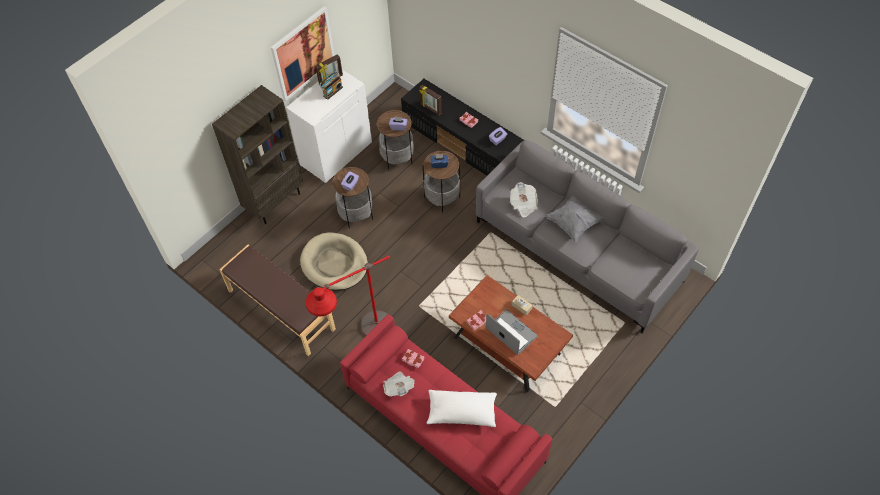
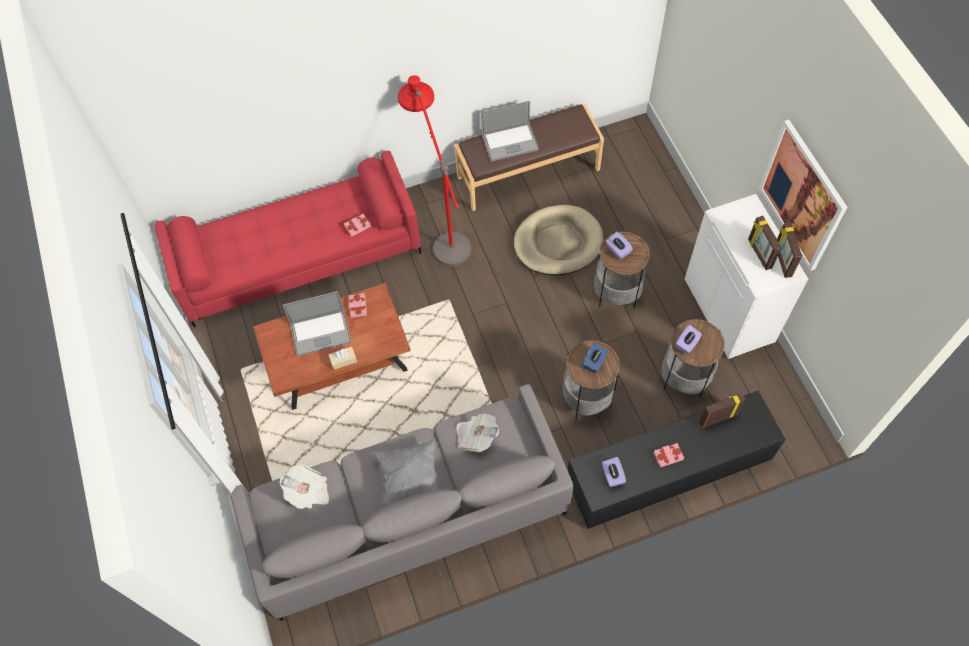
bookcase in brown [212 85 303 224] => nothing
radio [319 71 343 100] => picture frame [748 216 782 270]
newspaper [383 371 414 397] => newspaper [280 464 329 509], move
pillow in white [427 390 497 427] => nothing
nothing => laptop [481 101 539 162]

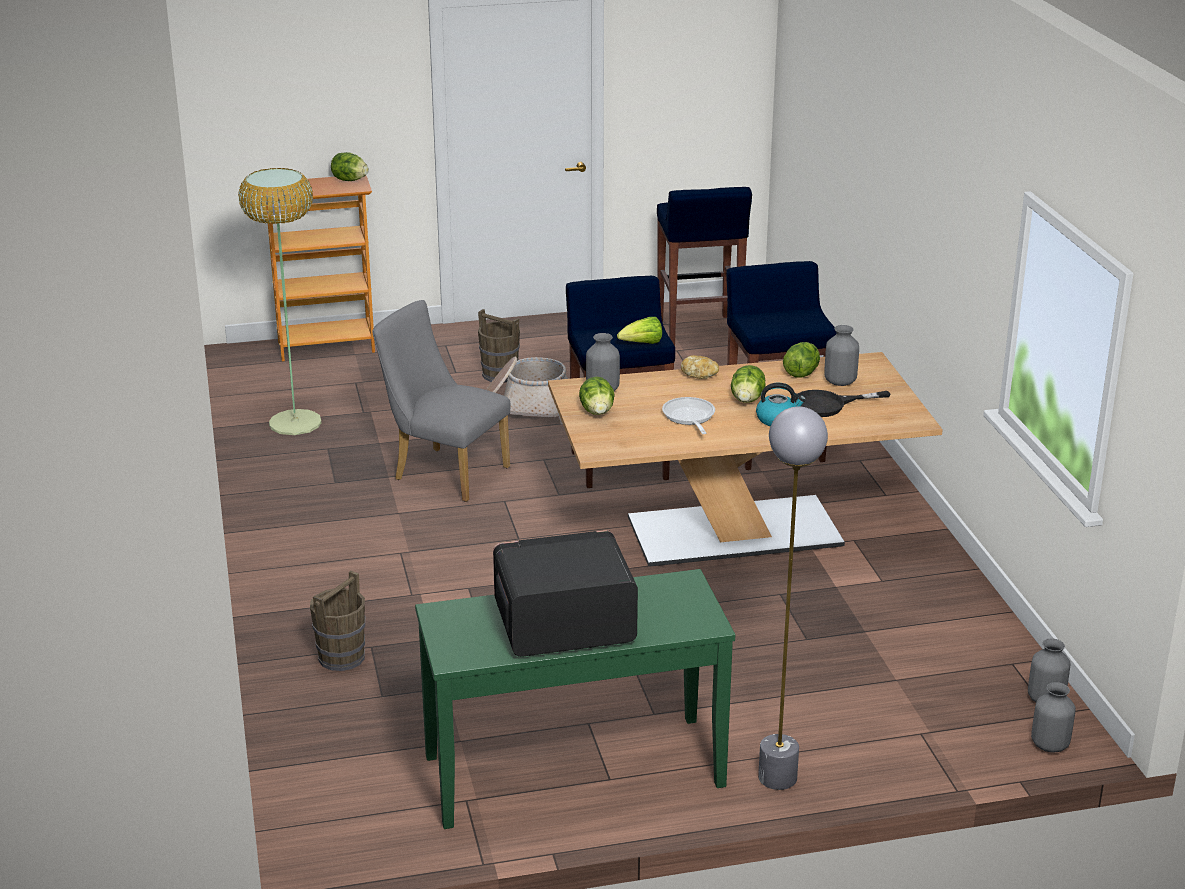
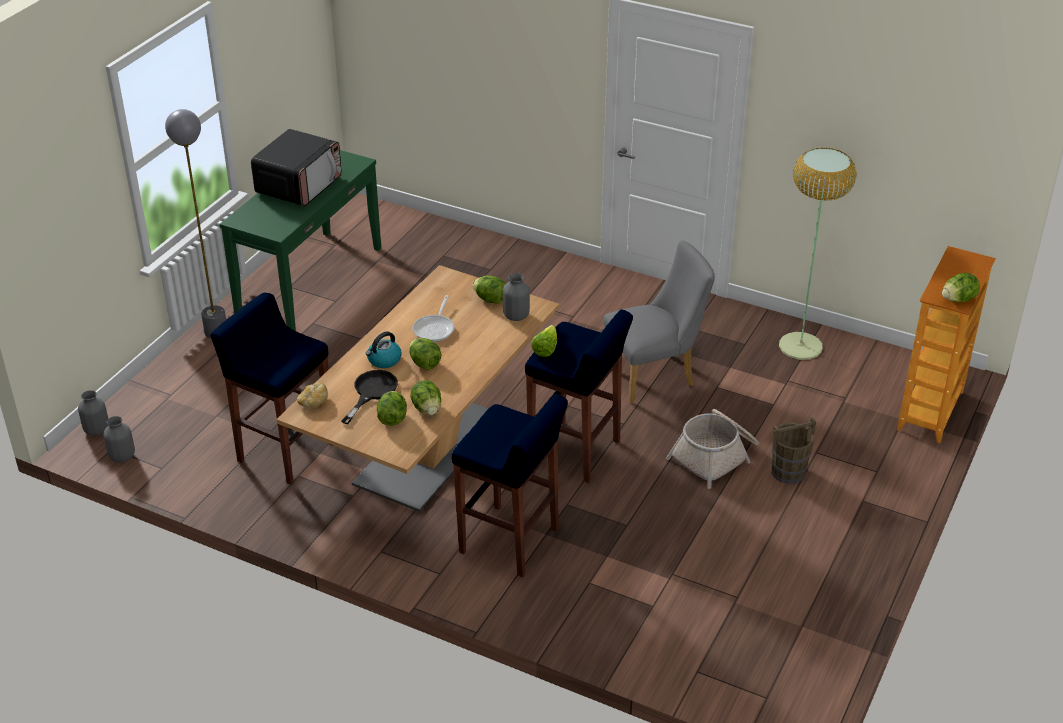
bucket in brown [310 570 365 671] => nothing
stool in blue [657 187 752 346] => stool in blue [210 293 331 485], move
frying pan [662 397 715 434] => frying pan [412 295 454 342], 75 degrees clockwise
bread [681 355 719 379] => bread [297 382 328 408], move
vase in grey [824 325 859 386] => lettuce [377 391 407 426]

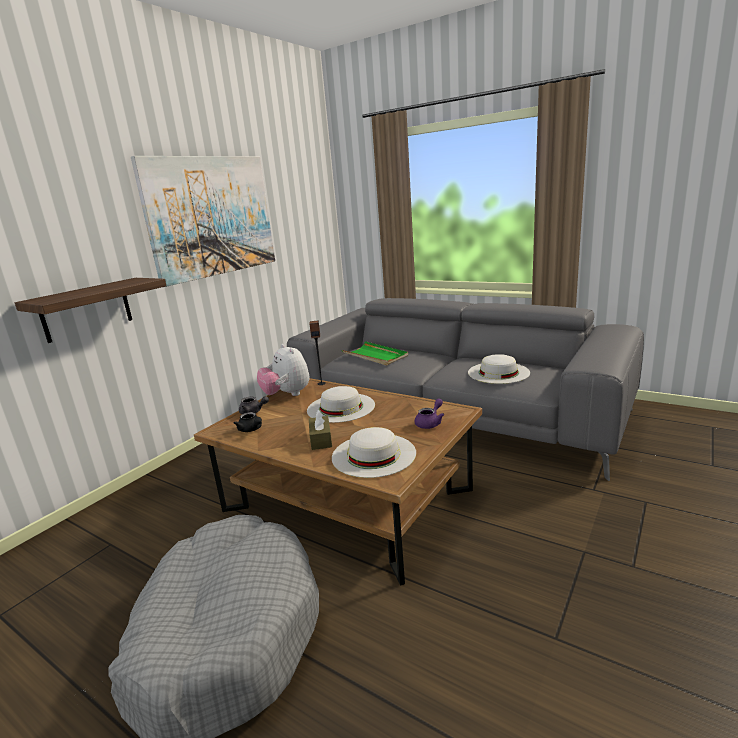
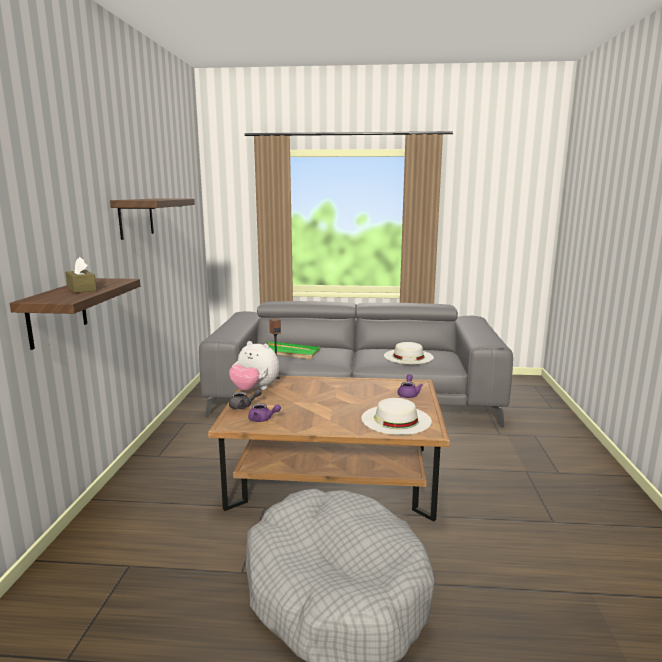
picture [131 156 275 287] => shelf [110 199 195 240]
teapot in black [234 412 262 432] => teapot in purple [248 403 281 422]
hat in white [307 386 375 423] => nothing
tissue box in brown [309 410 332 450] => tissue box in brown [65 257 97 293], move

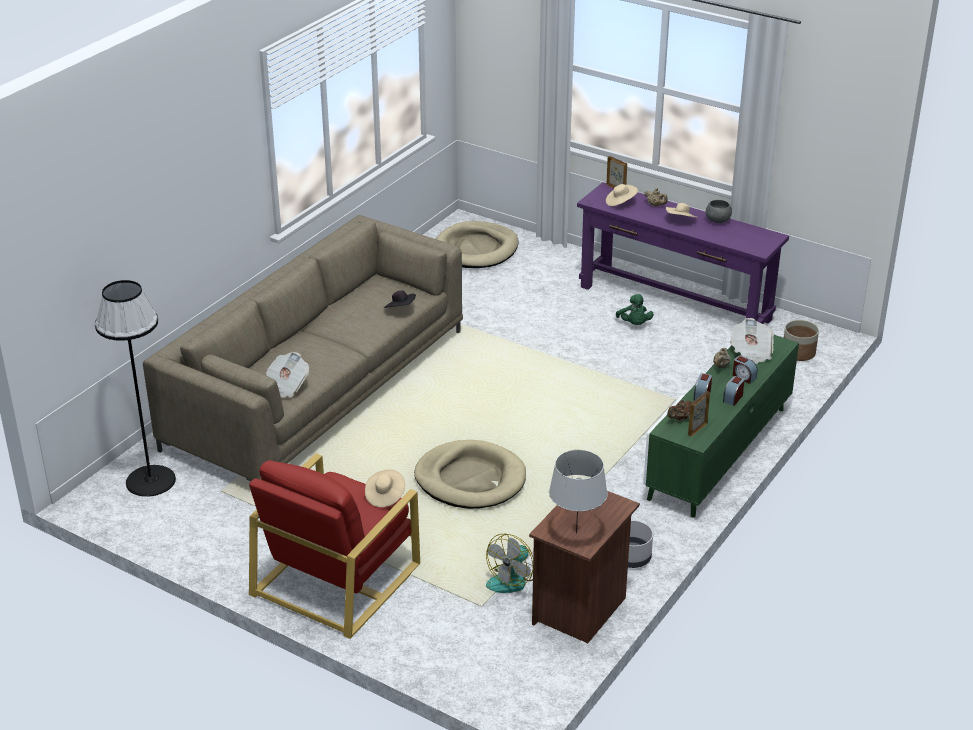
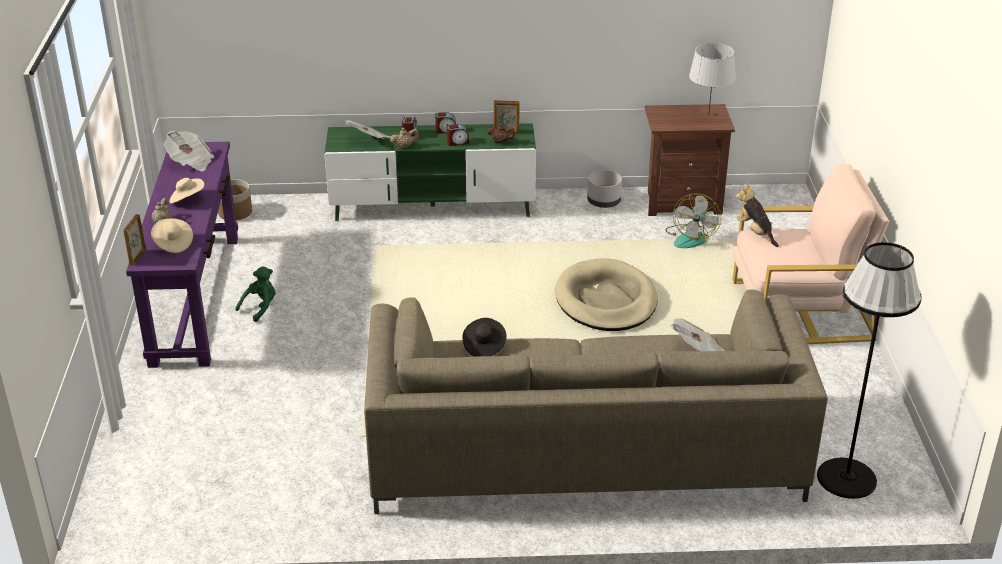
armchair in red [249 453 420 639] => armchair in beige [732 164 889 344]
hat in beige [365 469 405 507] => plush toy [736 183 779 247]
dog bed in beige [436 221 519 268] => nothing
fan [486 534 533 593] => fan [666 193 721 248], 105 degrees clockwise
bowl in grey [706 200 732 223] => nothing
nothing => newspaper [163 131 214 171]

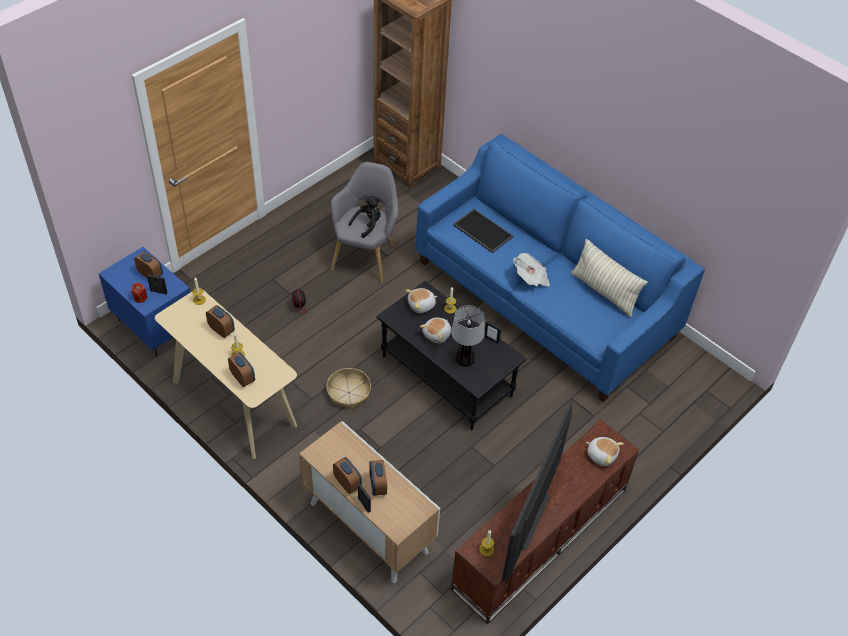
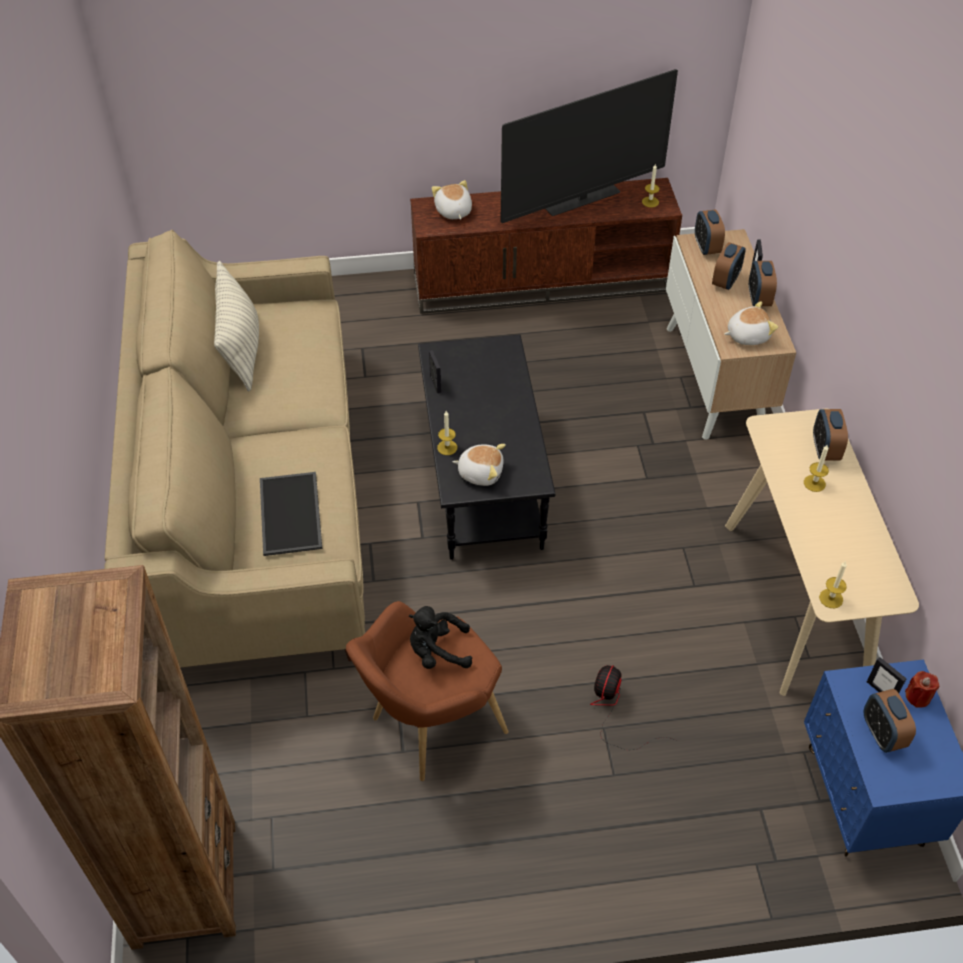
alarm clock [206 305 235 338] => alarm clock [695 210 725 255], move
basket [326 368 371 409] => nothing
armchair in grey [331 162 399 283] => armchair in brown [346 601 508 781]
sofa in blue [415 134 705 402] => sofa in beige [104 230 365 667]
plush toy [420 318 451 343] => plush toy [724 301 778 345], move
table lamp [451 305 485 367] => nothing
newspaper [513 253 550 287] => nothing

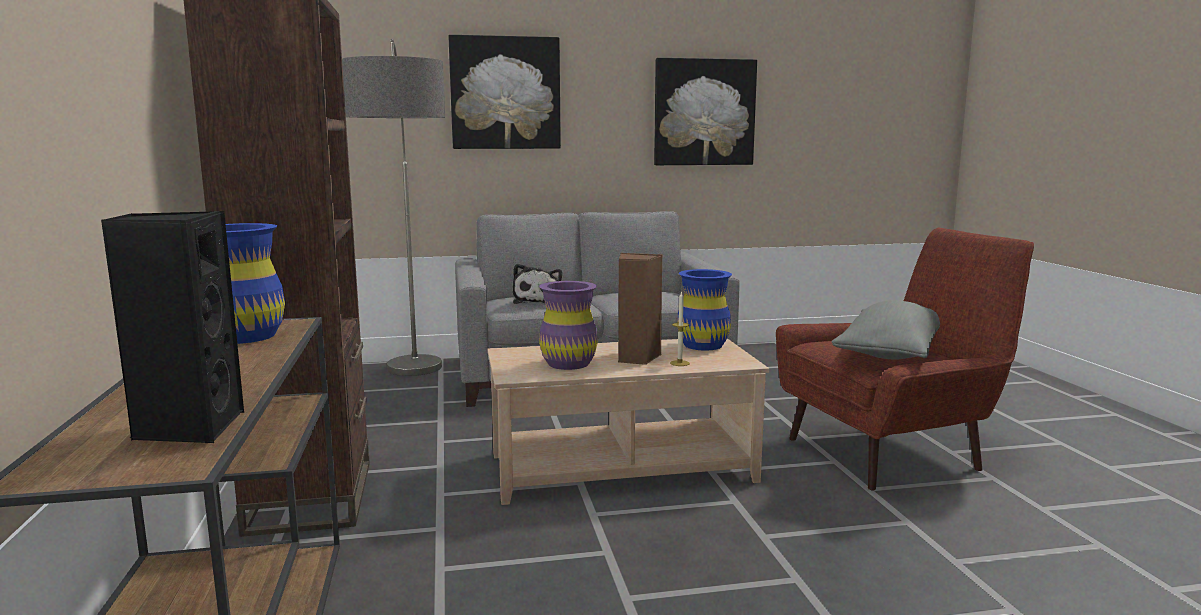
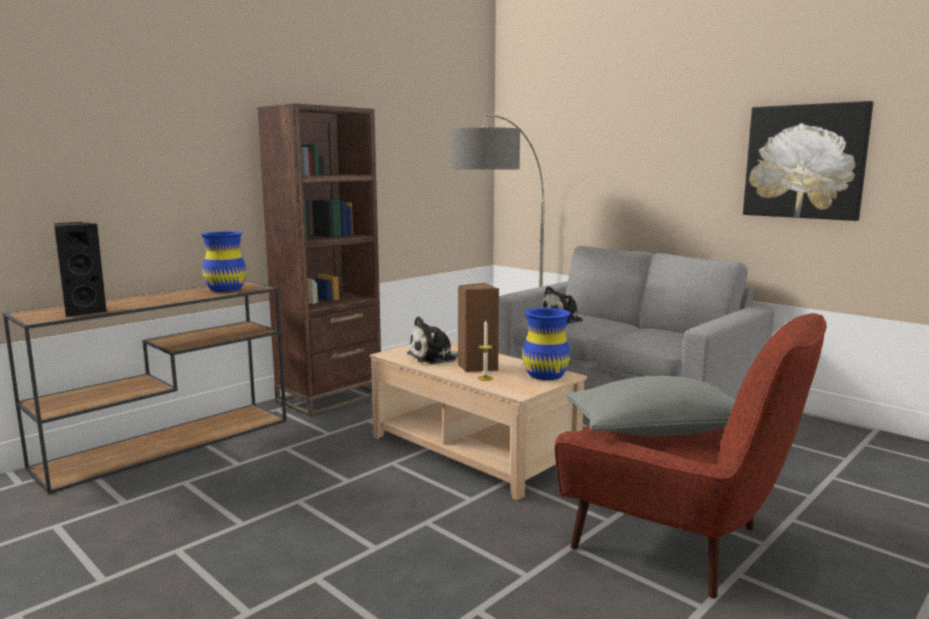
picture [448 35 561 149] => nothing
vase in purple [539 281 598 370] => plush toy [407 316 458 364]

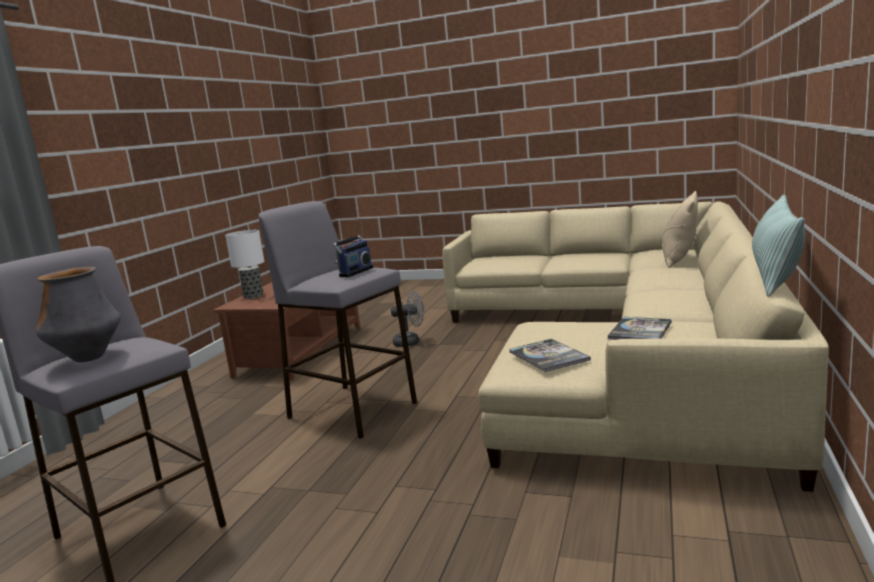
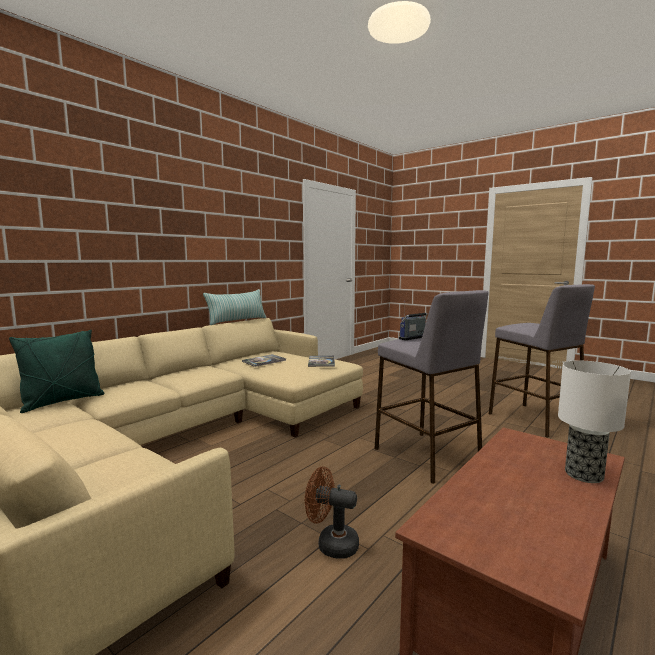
vase [36 267 121 362] => nothing
fan in grey [391 292 424 347] => fan in brown [305 467 359 559]
pillow in beige [662 191 698 268] => pillow in green [9 330 104 413]

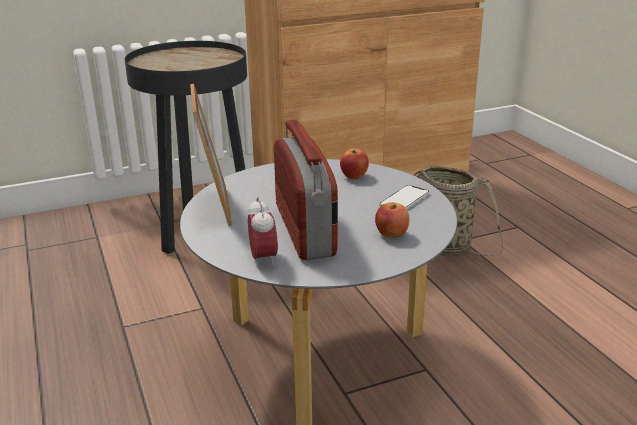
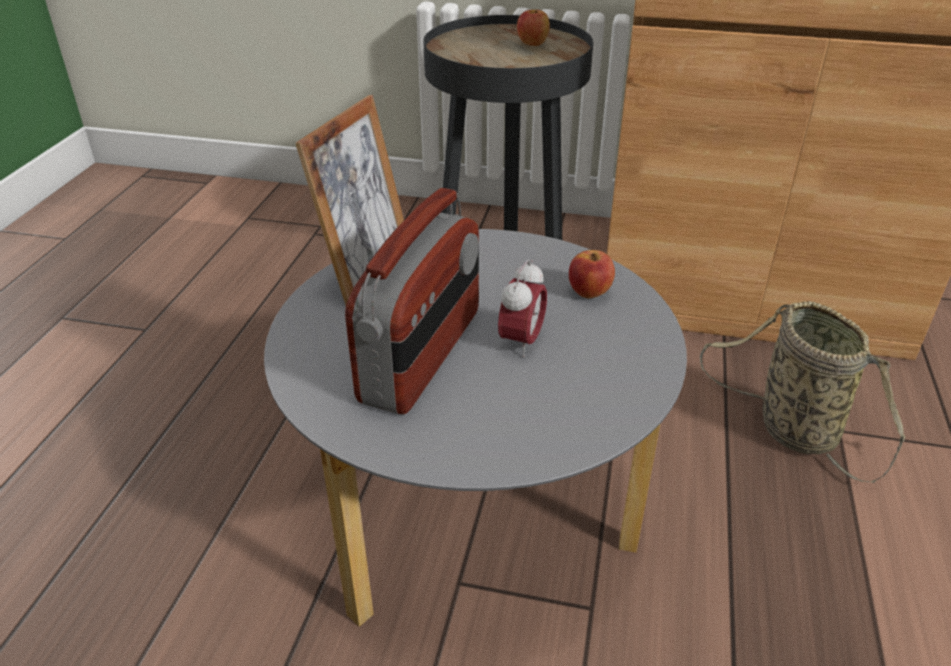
alarm clock [247 197 278 267] => alarm clock [498 259 547 358], move
apple [375 202 410 238] => apple [517 10 550 46], move
phone [379 185 430 209] => nothing

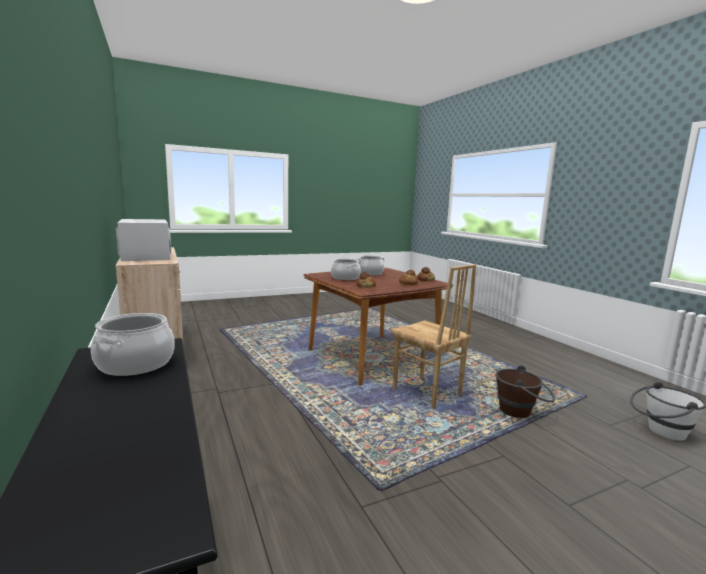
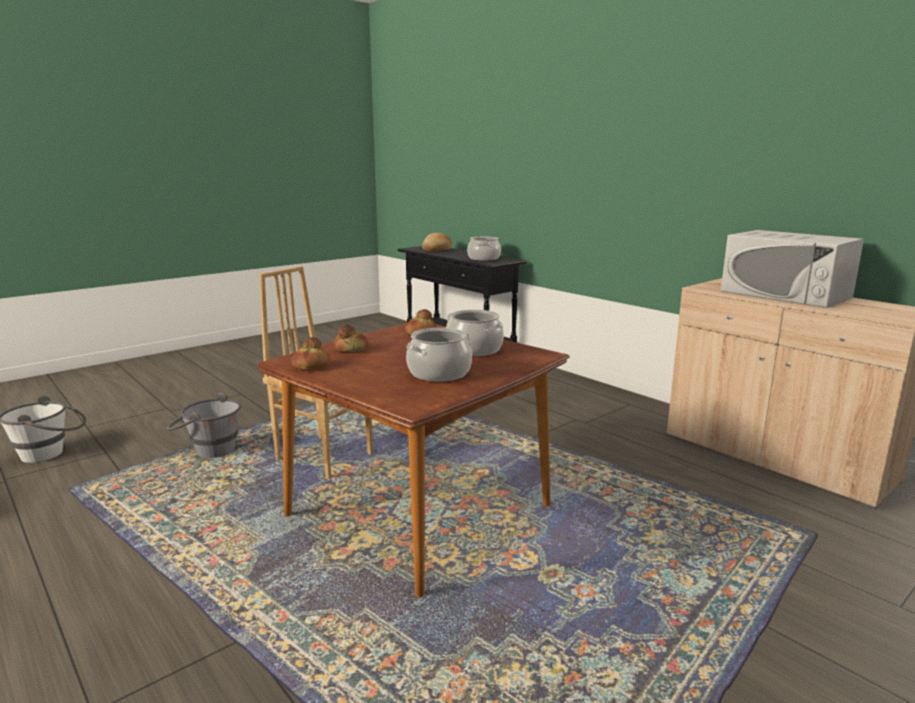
bucket in brown [495 365 555 418] => bucket in grey [167 392 241 458]
nothing => bread [422 233 452 251]

